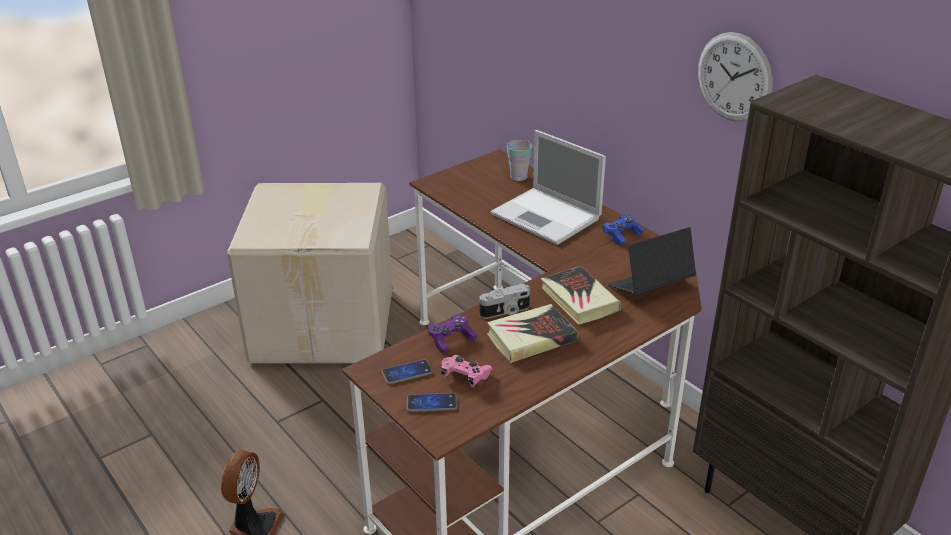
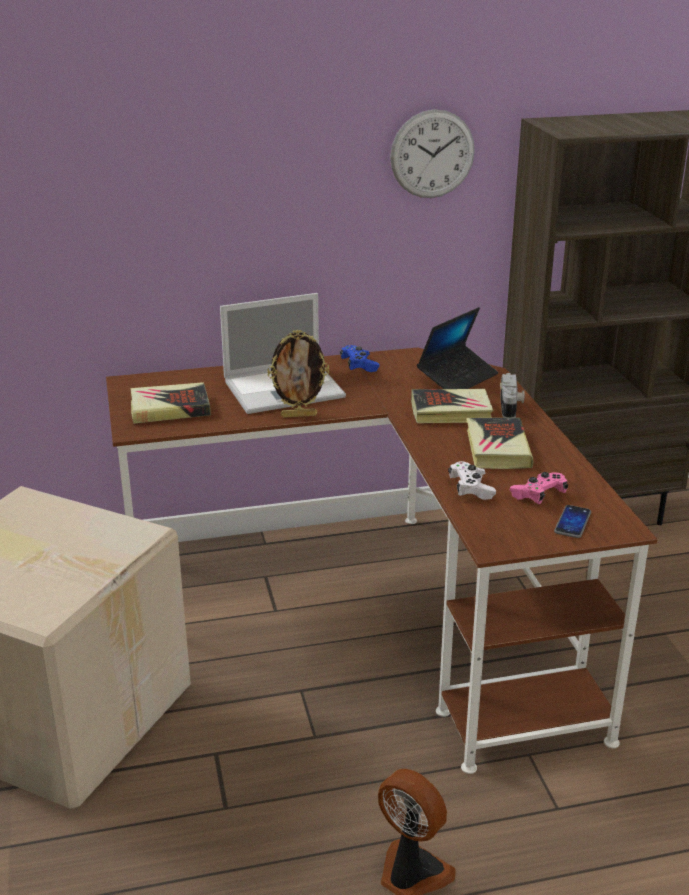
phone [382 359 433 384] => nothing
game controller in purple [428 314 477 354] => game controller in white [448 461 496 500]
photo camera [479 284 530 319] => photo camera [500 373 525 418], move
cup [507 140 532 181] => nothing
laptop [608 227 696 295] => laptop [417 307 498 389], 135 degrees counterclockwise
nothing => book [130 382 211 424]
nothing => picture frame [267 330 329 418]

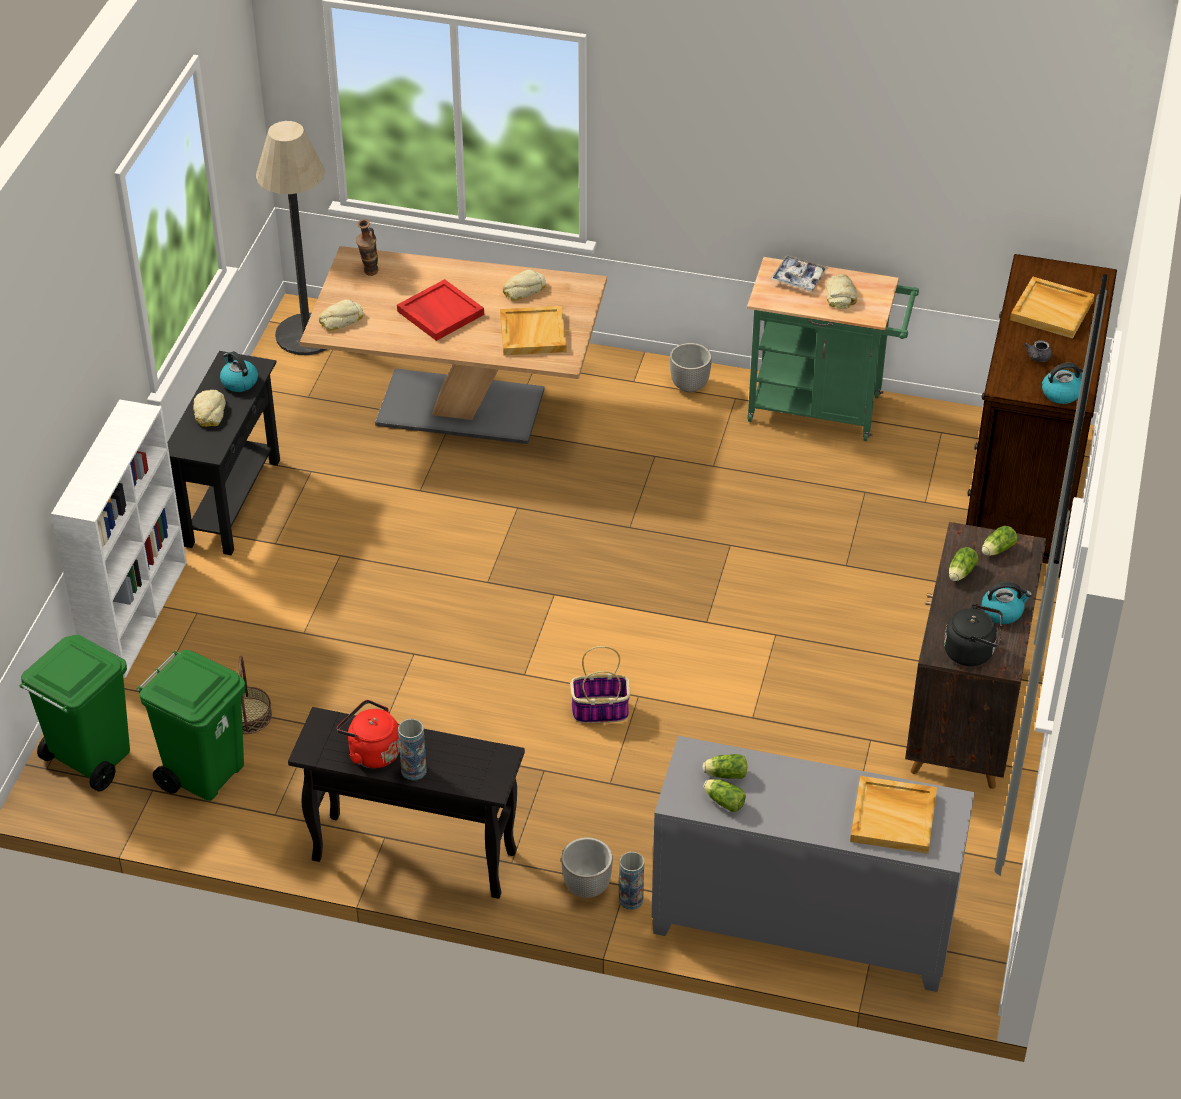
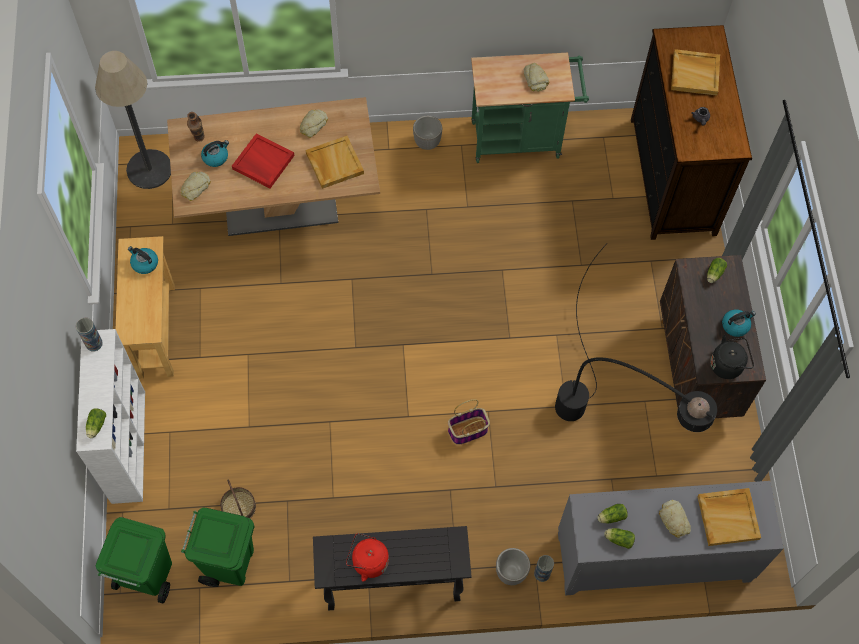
console table in black [167 351 280 555] => console table in beige [116 236 175 379]
bread [193 390 226 427] => bread [659 500 691 538], move
vase [398 719 427 780] => vase [76 318 103 351], move
tray [770 256 828 291] => nothing
lettuce [949 547 978 581] => lettuce [86 408 106 438], move
kettle [1042 363 1083 404] => kettle [201 140 229 167], move
nothing => floor lamp in black [555 244 717 432]

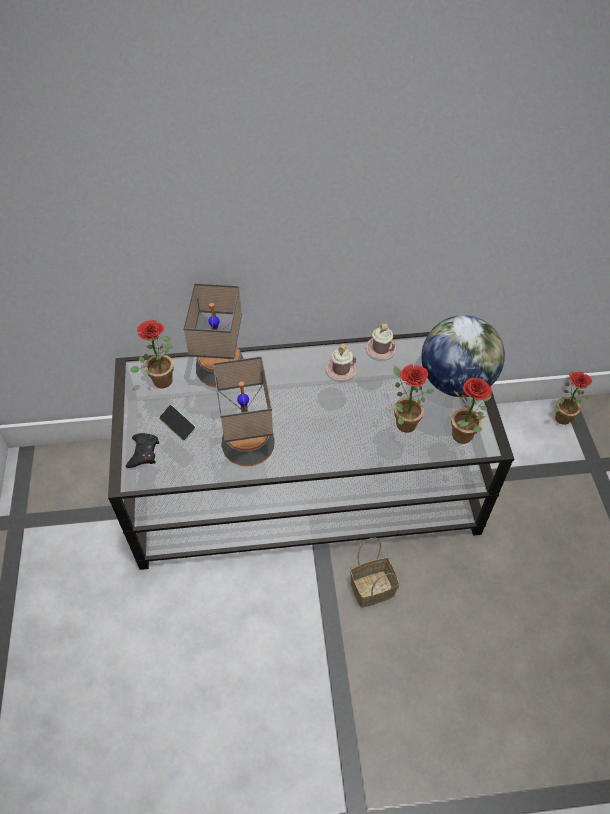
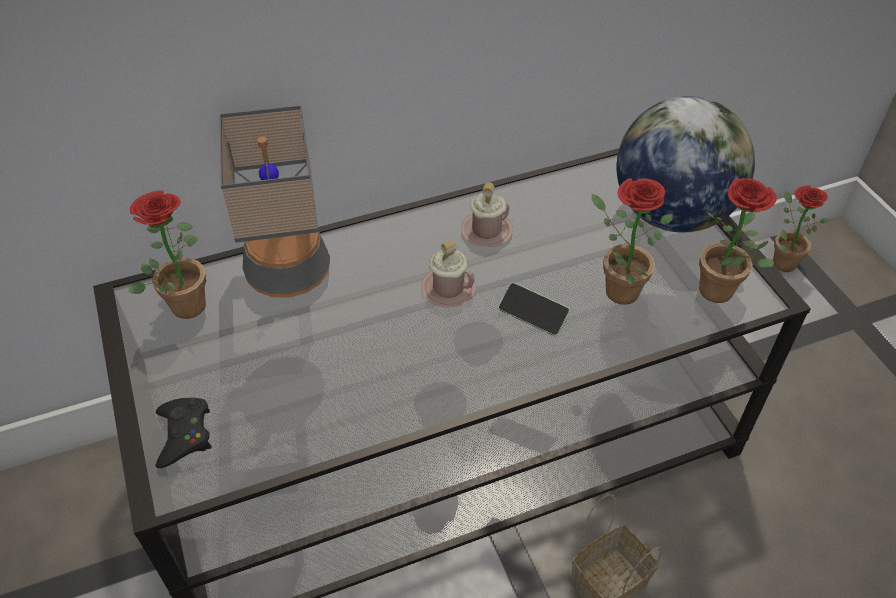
phone [159 405 196 441] => phone [498 282 570 336], move
table lamp [213 356 275 466] => nothing
mug in pink [366 323 397 359] => mug in pink [421 240 476 307], move

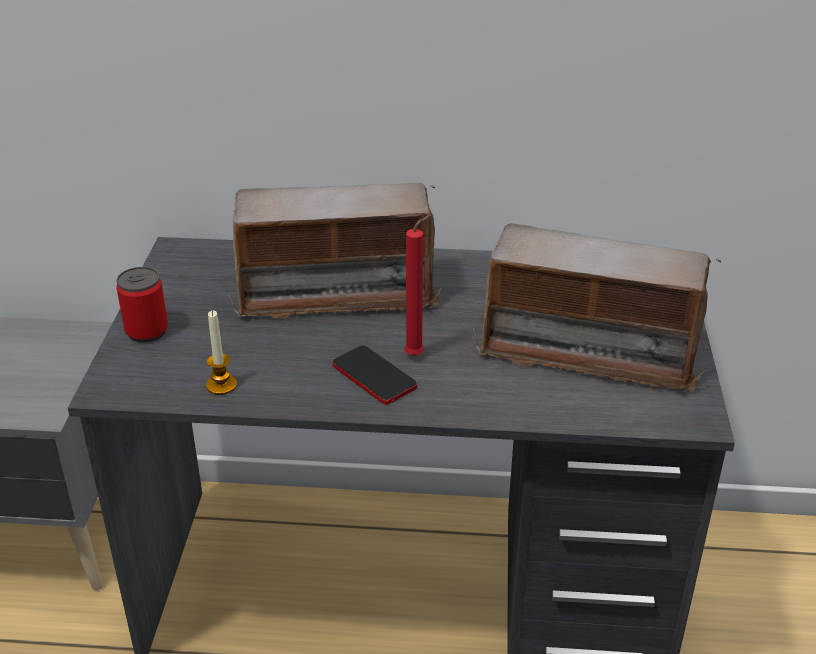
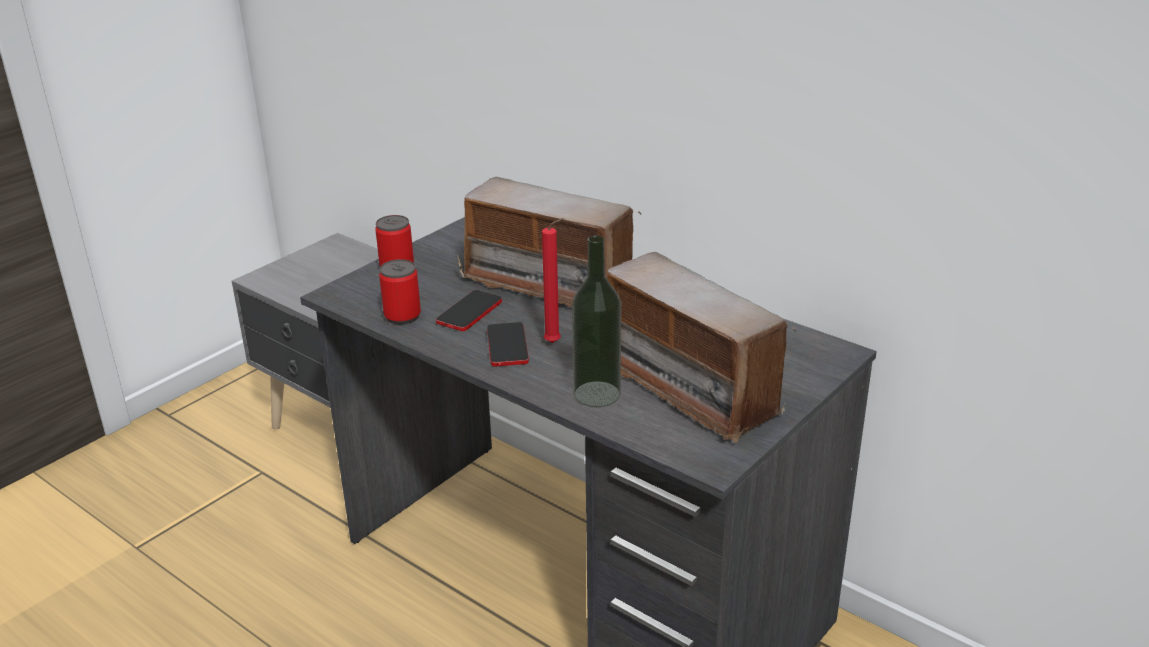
candle [206 311 237 395] => can [379 259 421 324]
nothing => phone [436 290 502 331]
nothing => bottle [572 235 621 407]

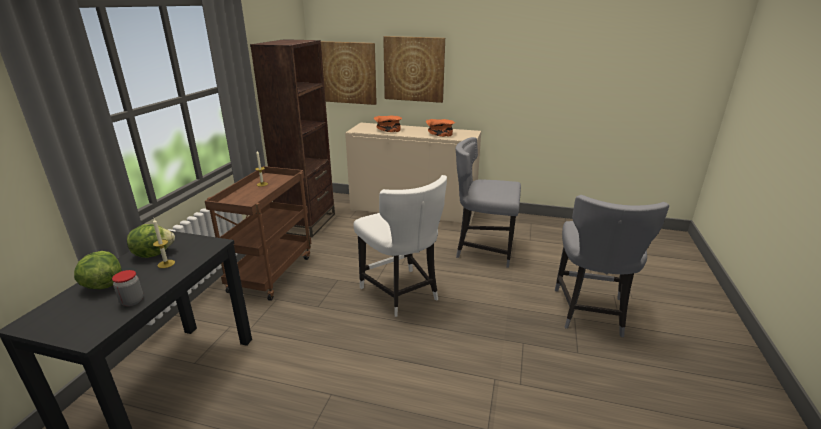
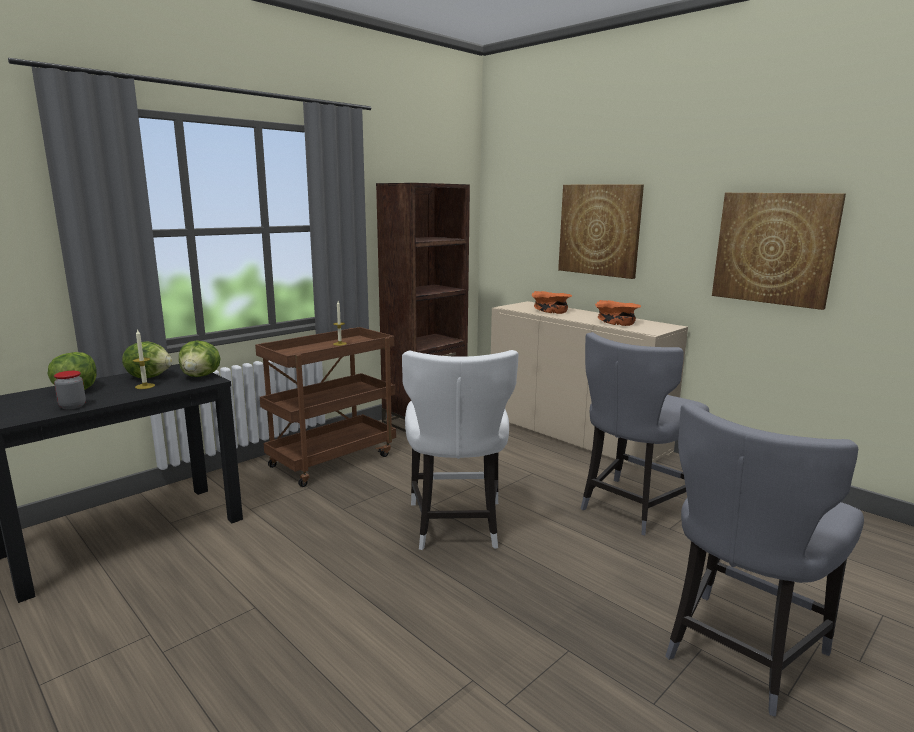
picture [321 41 377 105] => picture [712 193 846 310], move
chair in grey [456 137 521 268] => chair in grey [580 332 709 535], 90 degrees counterclockwise
nothing => lettuce [179 340 221 377]

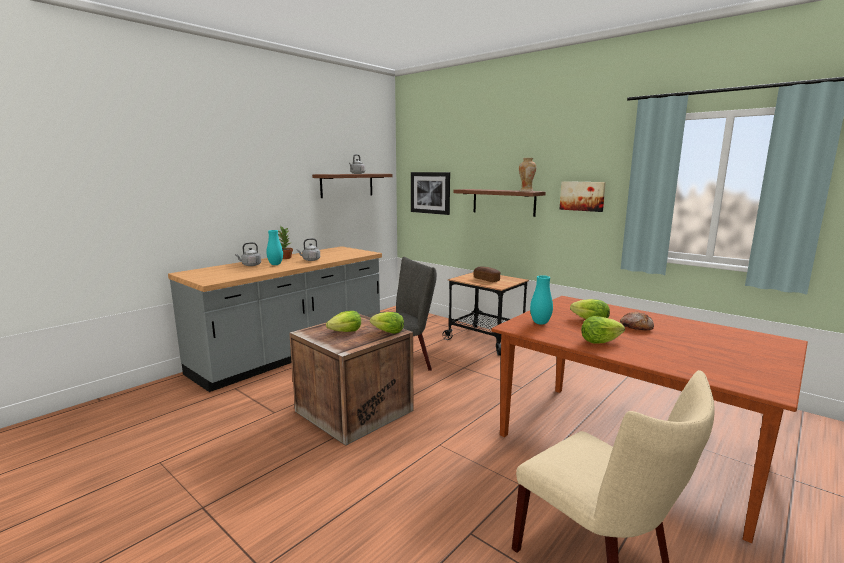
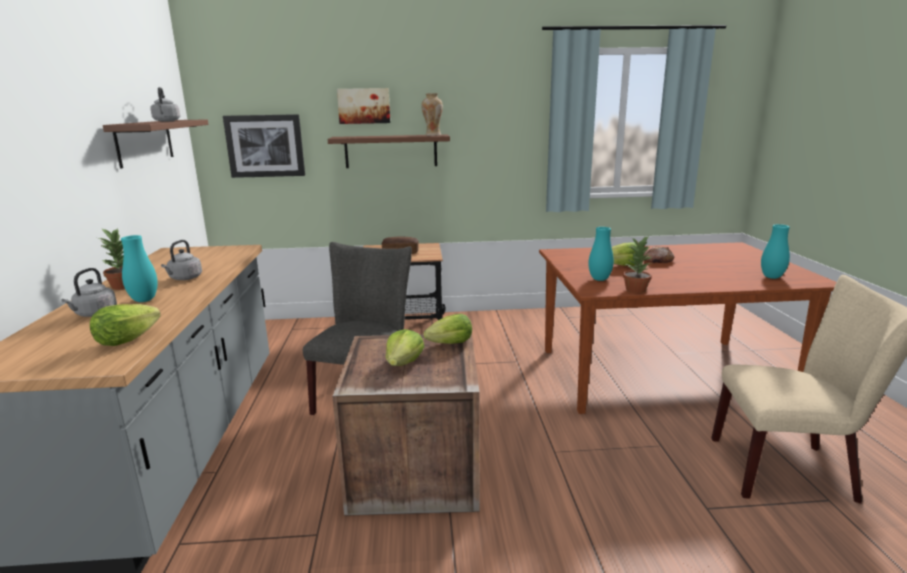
picture [559 181 606 212] => picture [337 88 390 124], move
lettuce [581 316 625 343] => lettuce [90 304 161 346], move
nothing => potted plant [623 236 652 293]
nothing => vase in turquoise [761 224 790 279]

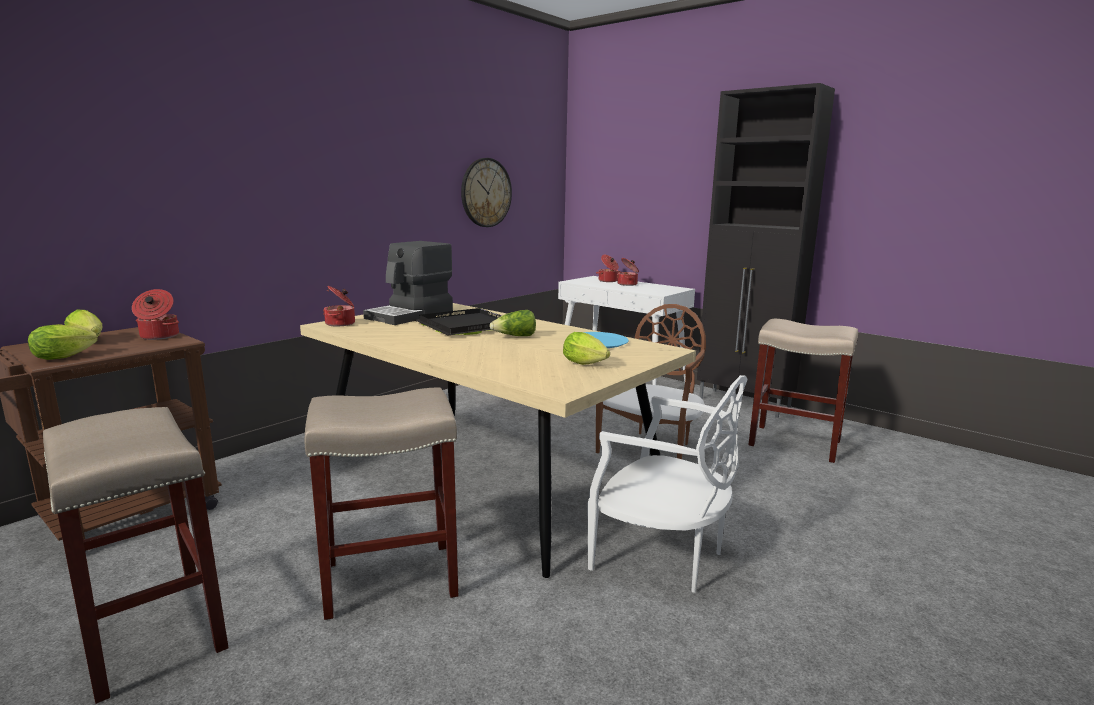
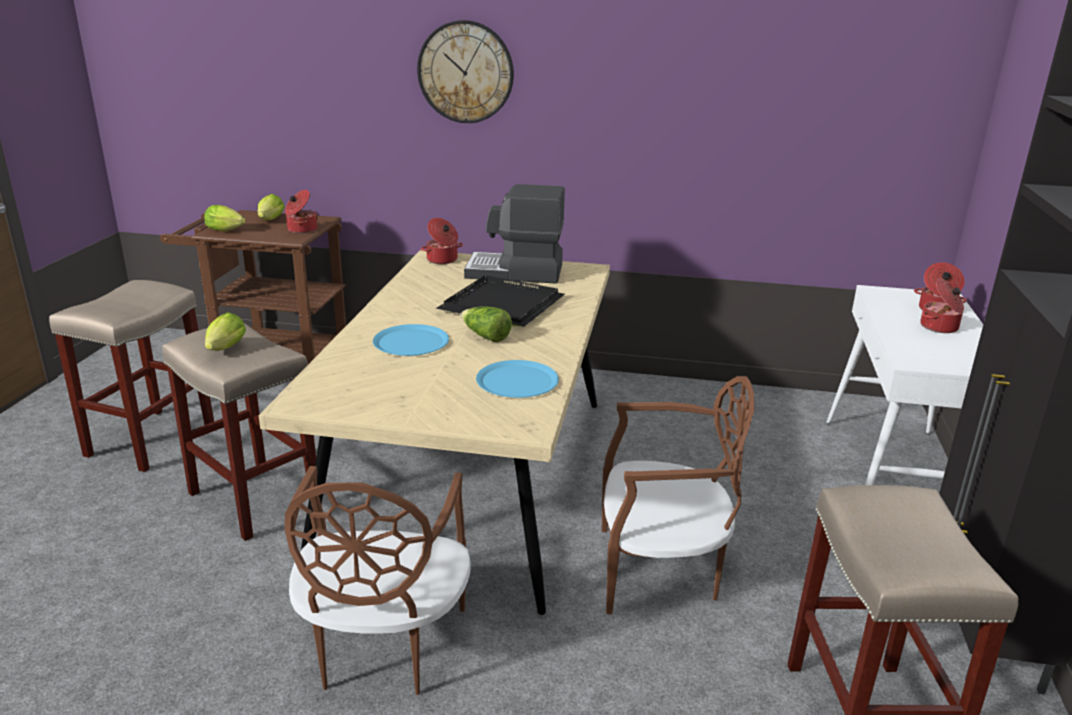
wall clock [461 158 512 227] => wall clock [417 20 514 123], move
lettuce [563 332 610 365] => lettuce [205 312 246 351], move
chair in white [588 375 748 593] => chair in brown [285 466 471 695]
nothing => plate in blue [373 324 449 356]

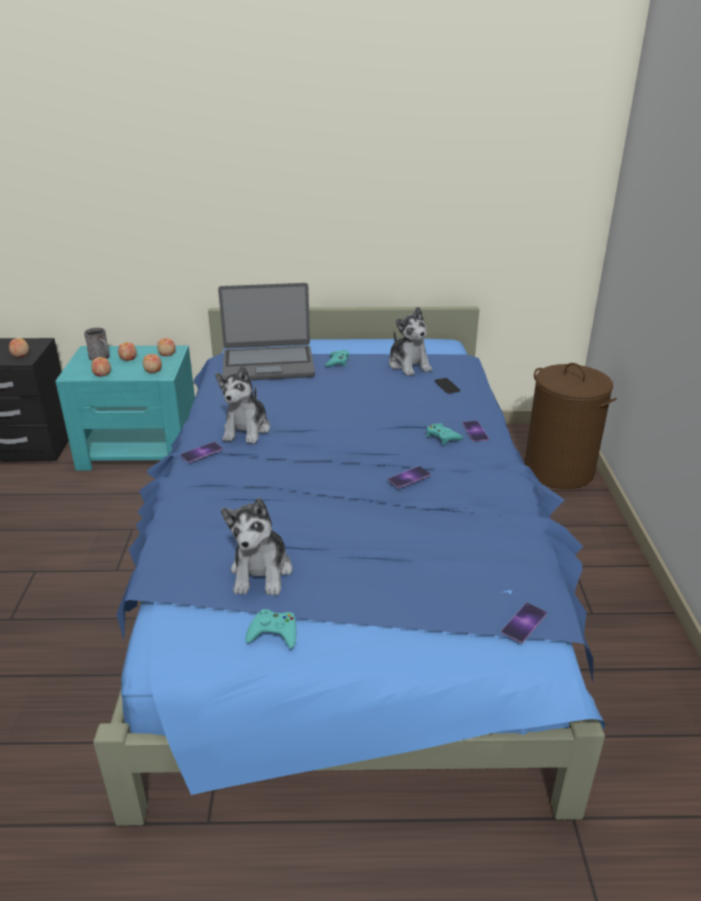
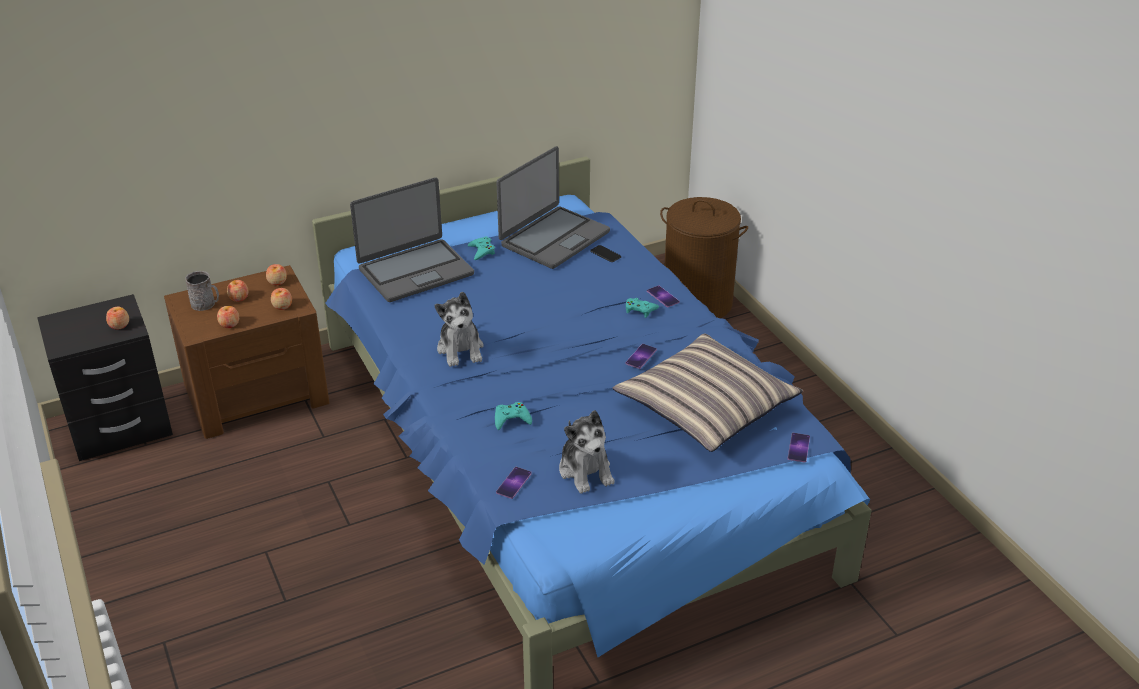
nightstand in turquoise [55 346 195 471] => nightstand in brown [164 265 329 439]
phone [180 442 223 463] => phone [496 467 532 499], move
game controller in turquoise [245 609 296 649] => game controller in turquoise [495 402 532 430], move
plush toy [389 307 432 376] => laptop [496 146 610 269]
nothing => pillow [613 333 803 452]

